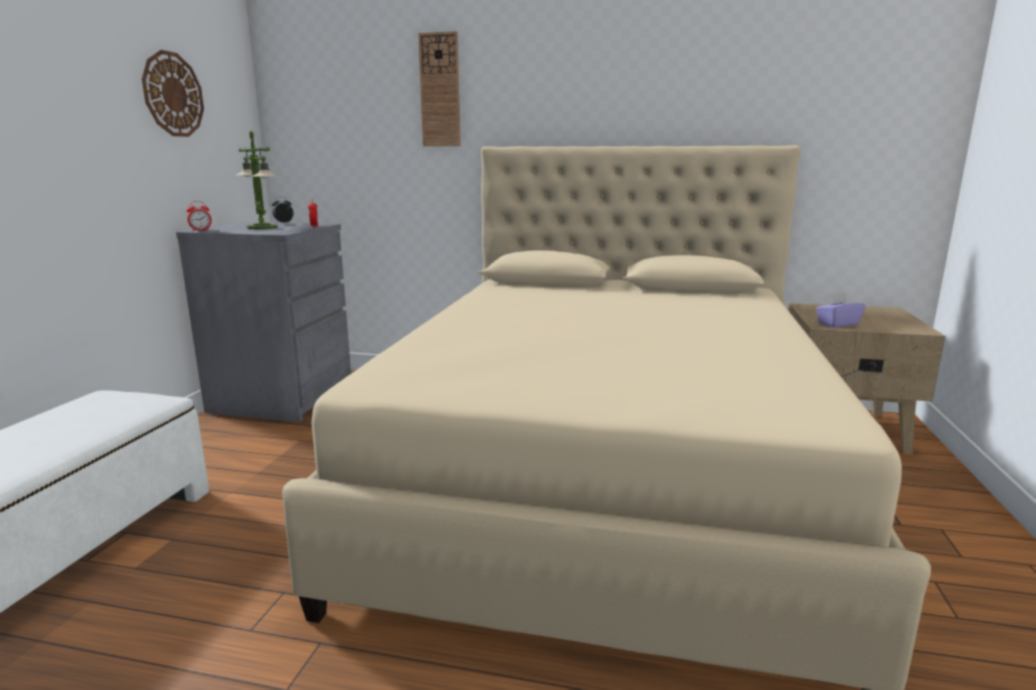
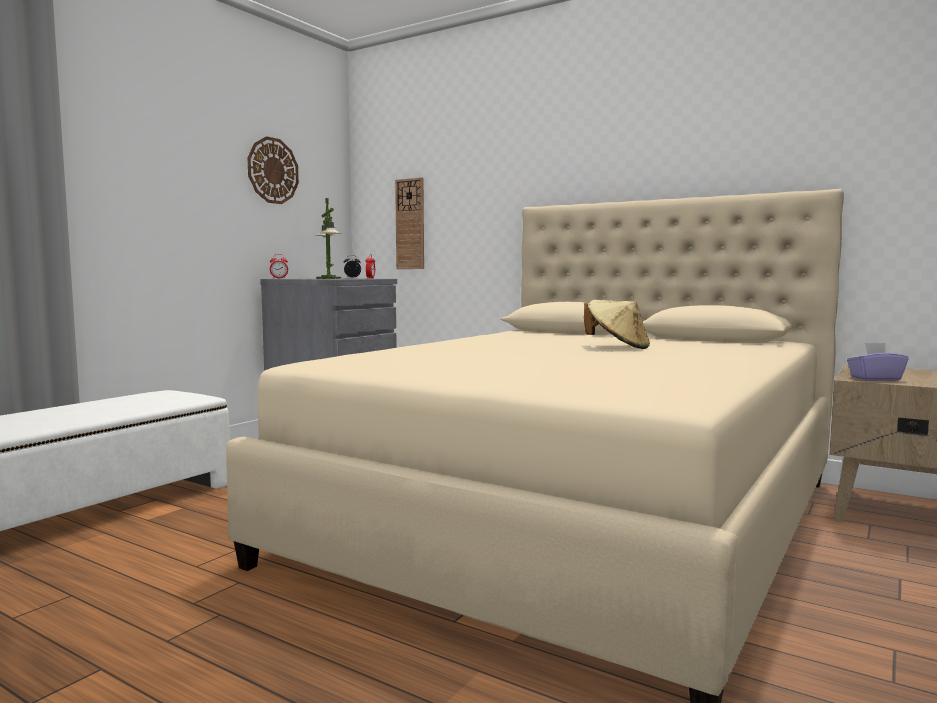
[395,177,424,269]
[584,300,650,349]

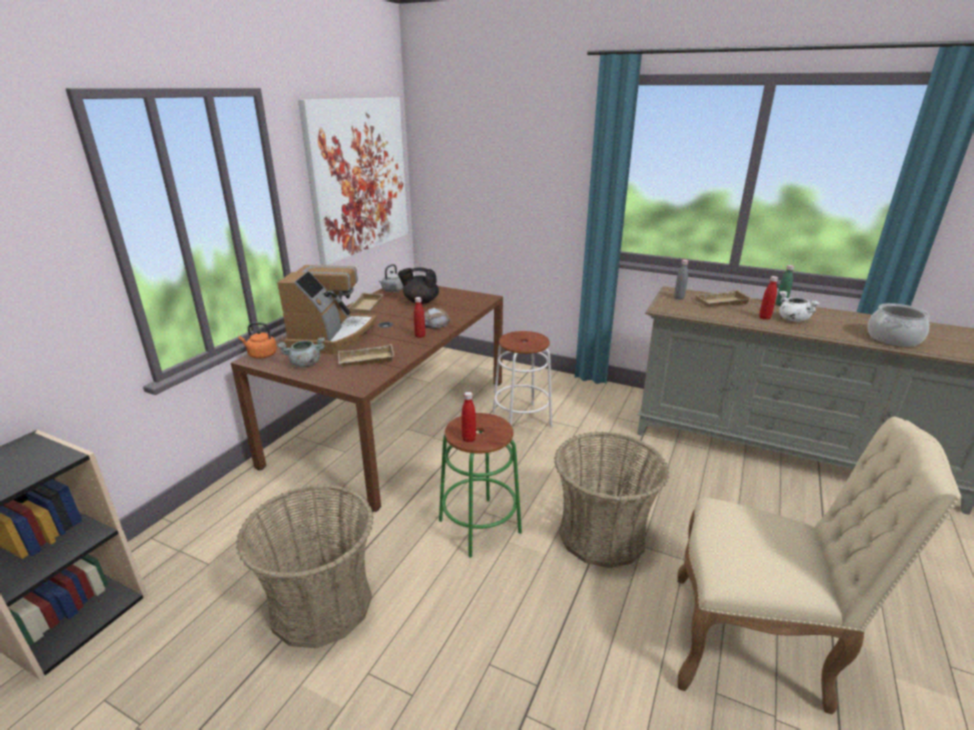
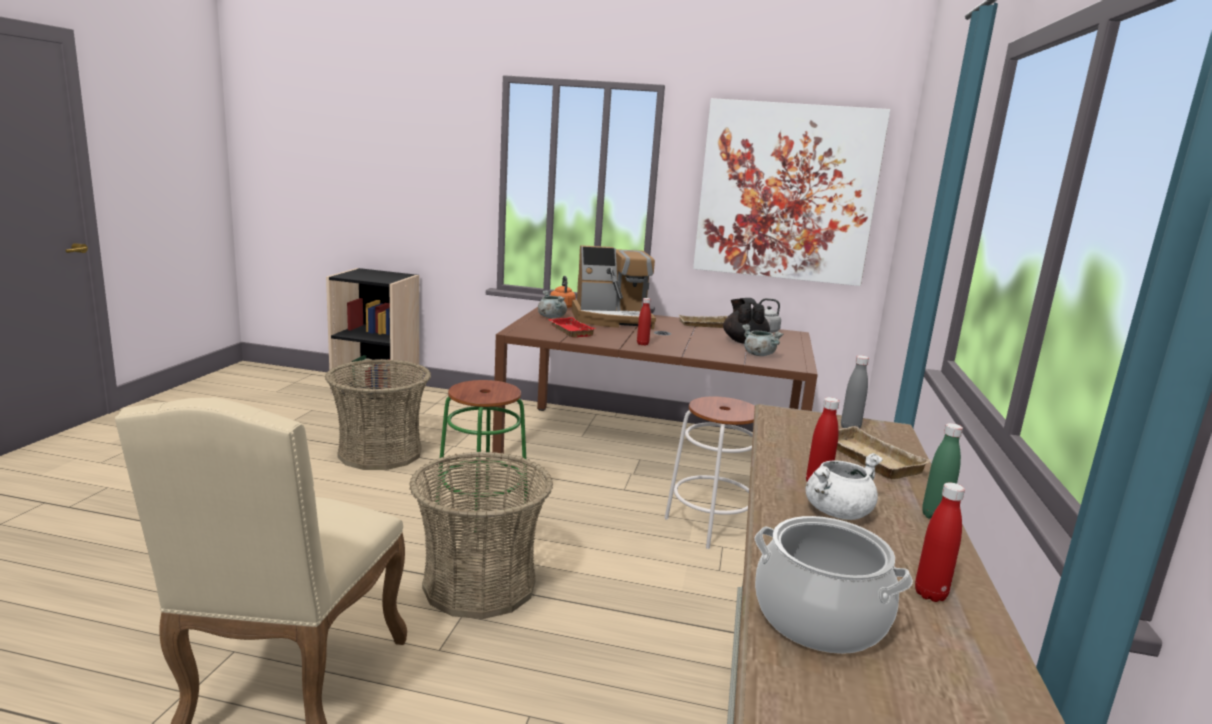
[548,317,597,337]
[742,324,783,356]
[915,483,965,602]
[424,308,450,329] (first image)

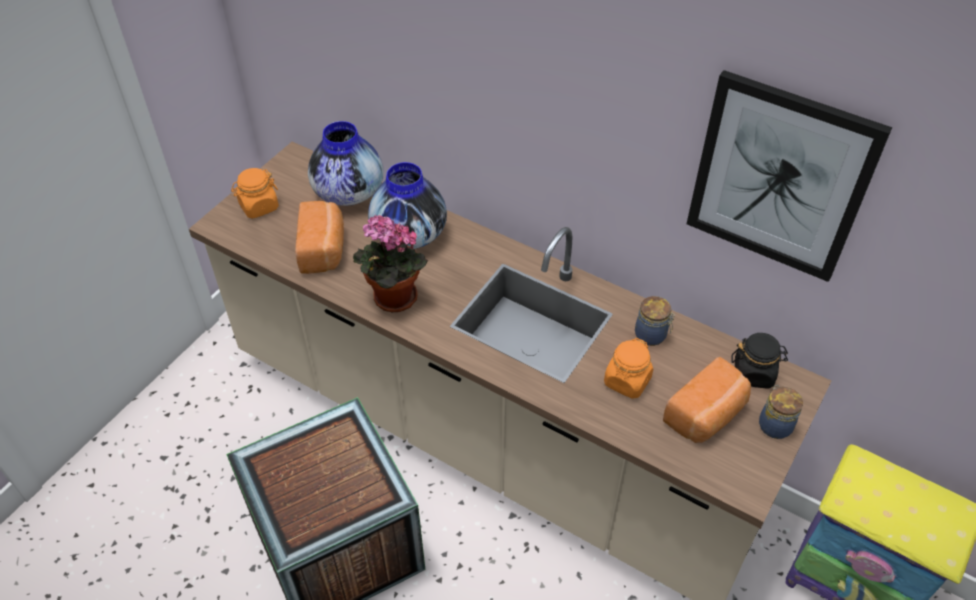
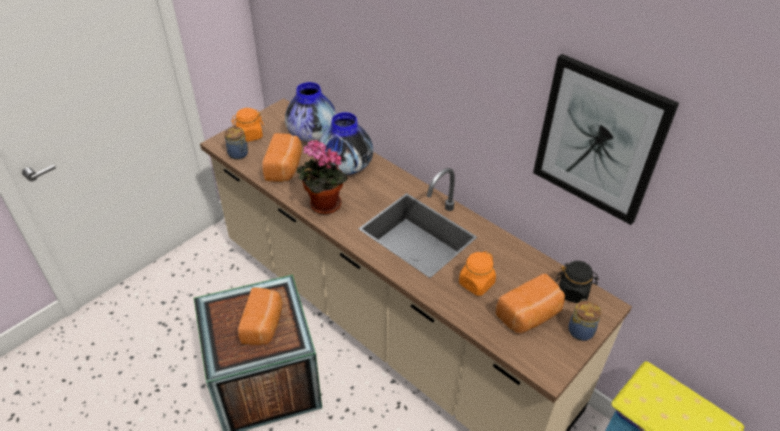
[224,127,248,160]
[238,288,283,345]

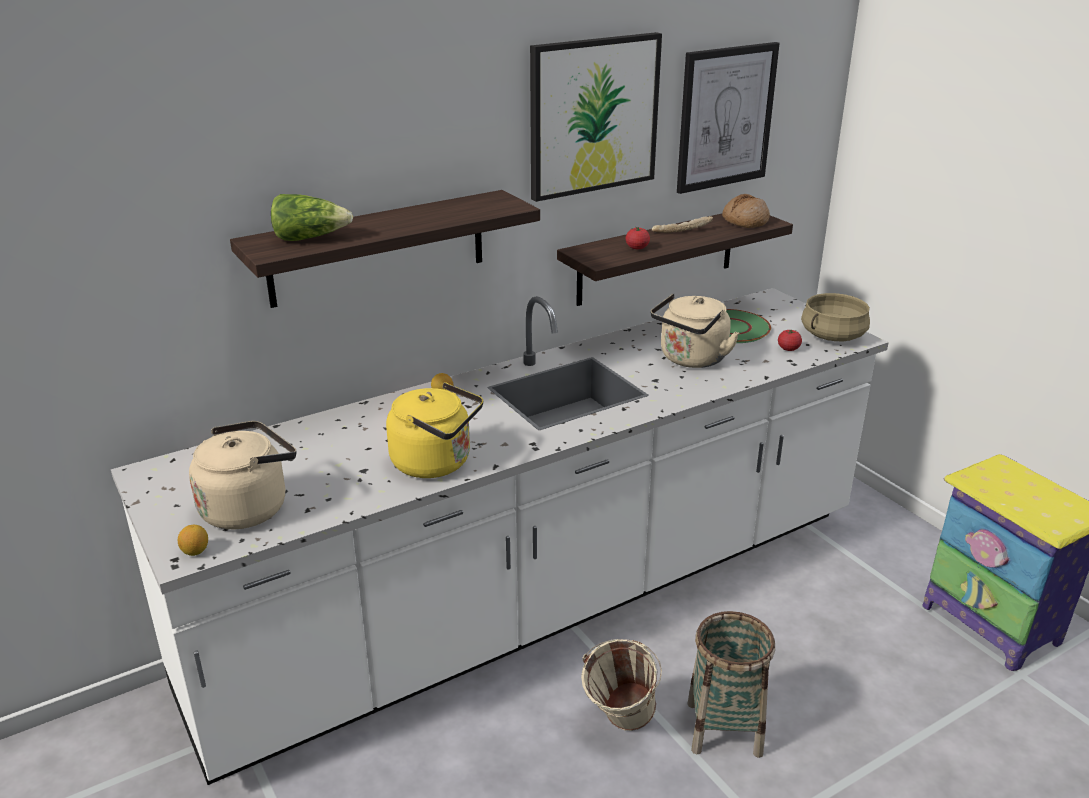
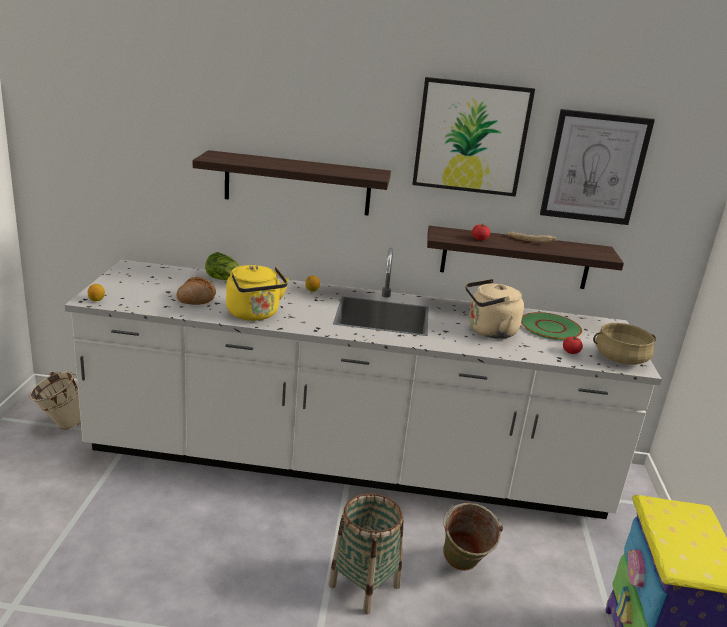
[30,371,81,430]
[176,277,216,305]
[205,252,241,280]
[443,503,503,571]
[189,421,296,529] (first image)

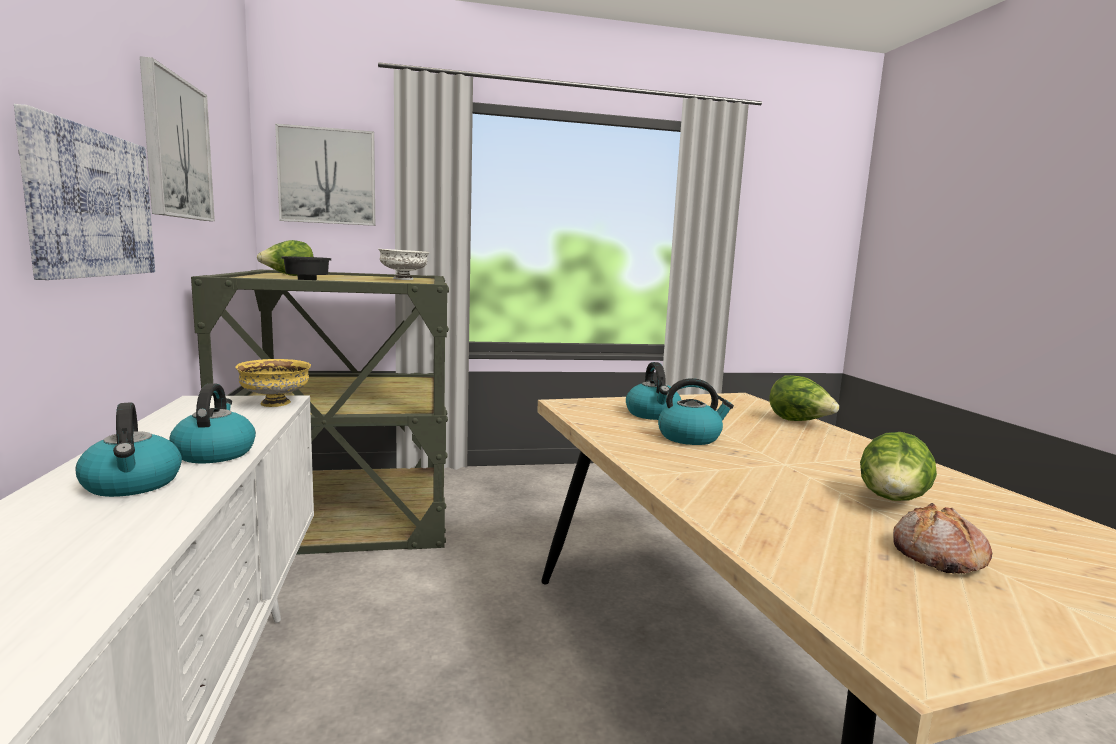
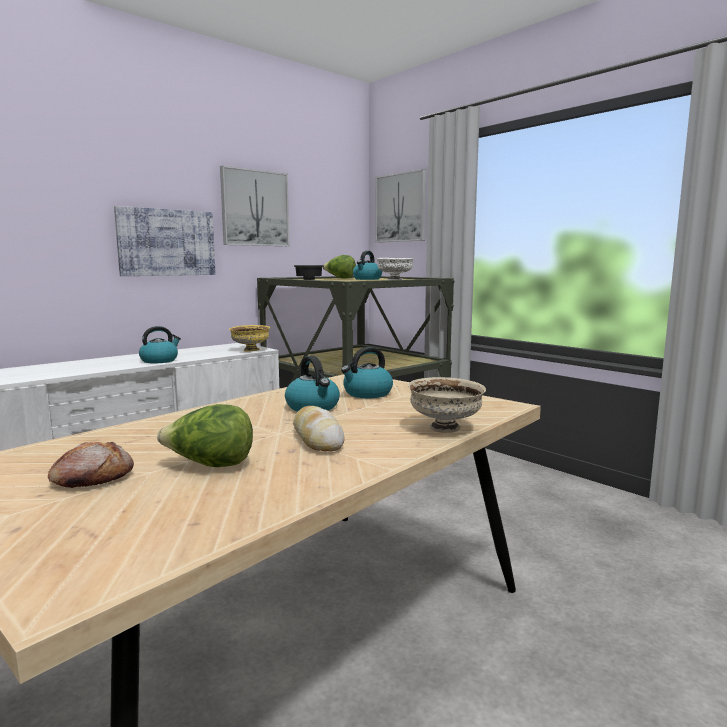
[293,406,345,451]
[353,251,382,280]
[408,377,486,433]

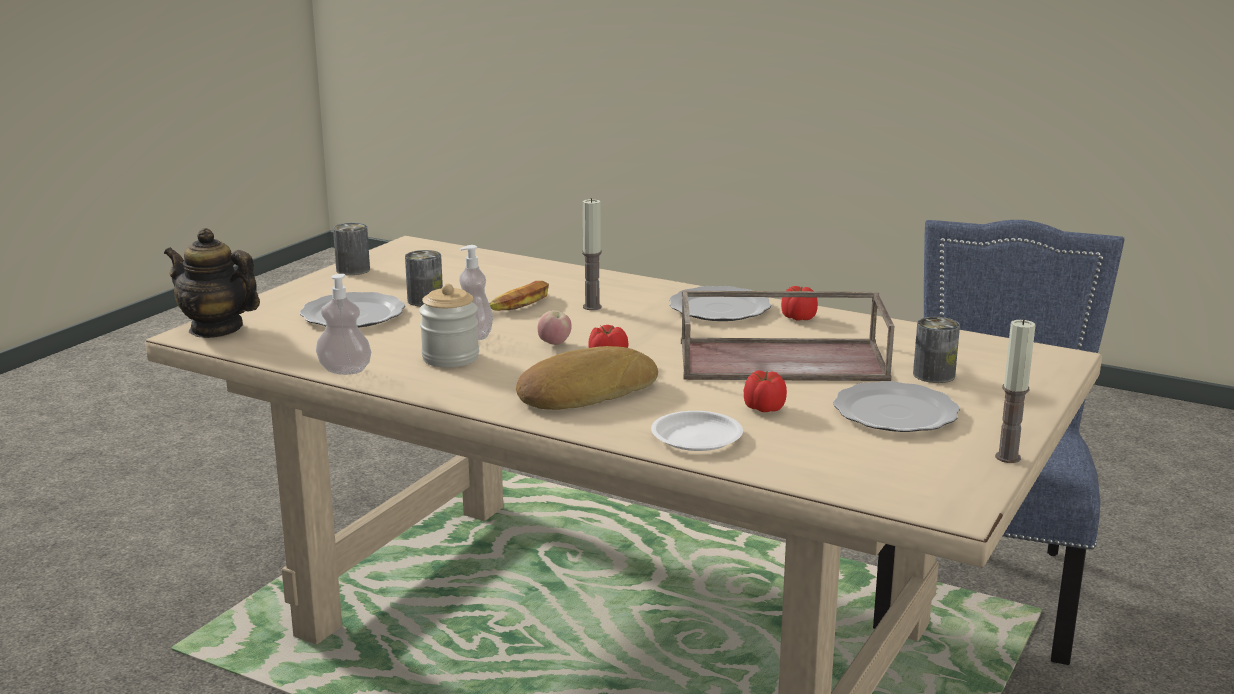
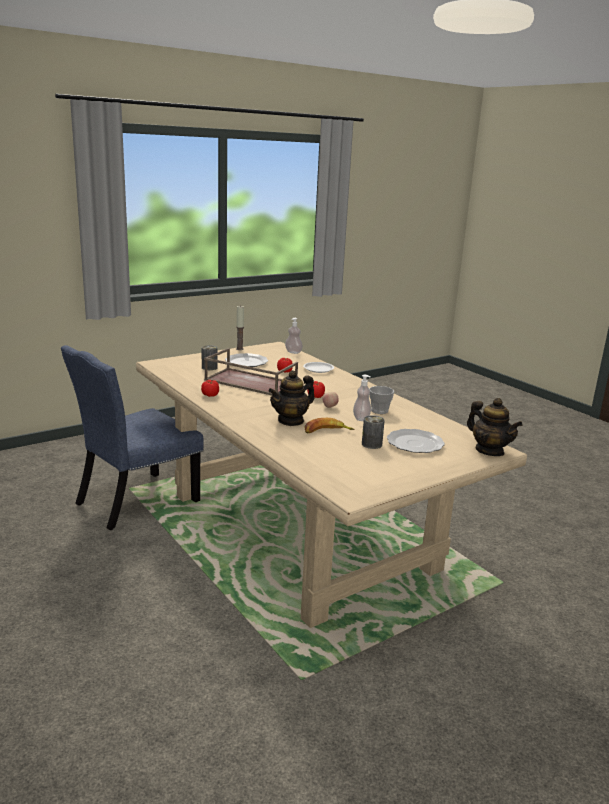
[268,370,315,426]
[285,318,303,354]
[369,386,394,414]
[333,223,370,275] (first image)
[516,346,658,410] (first image)
[669,286,771,321] (first image)

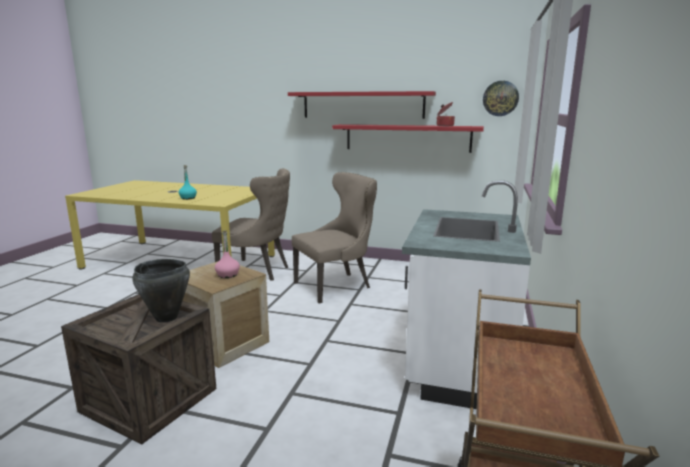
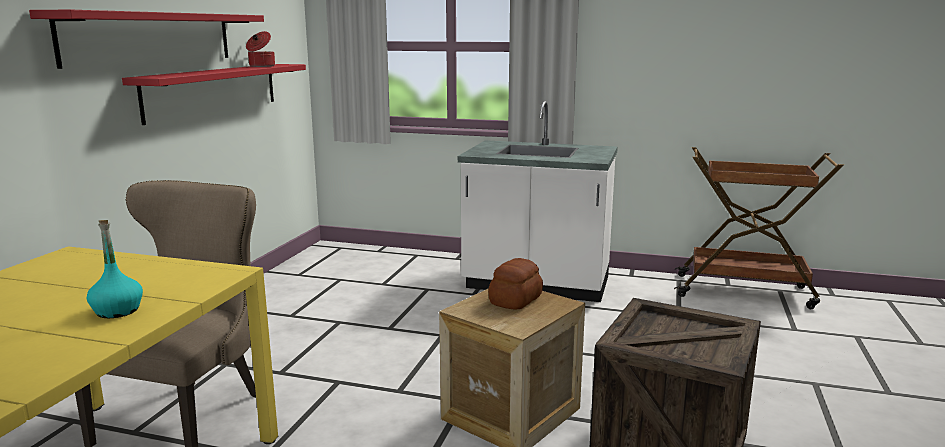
[488,258,543,310]
[132,259,190,323] (first image)
[292,172,377,303] (first image)
[483,81,519,116] (first image)

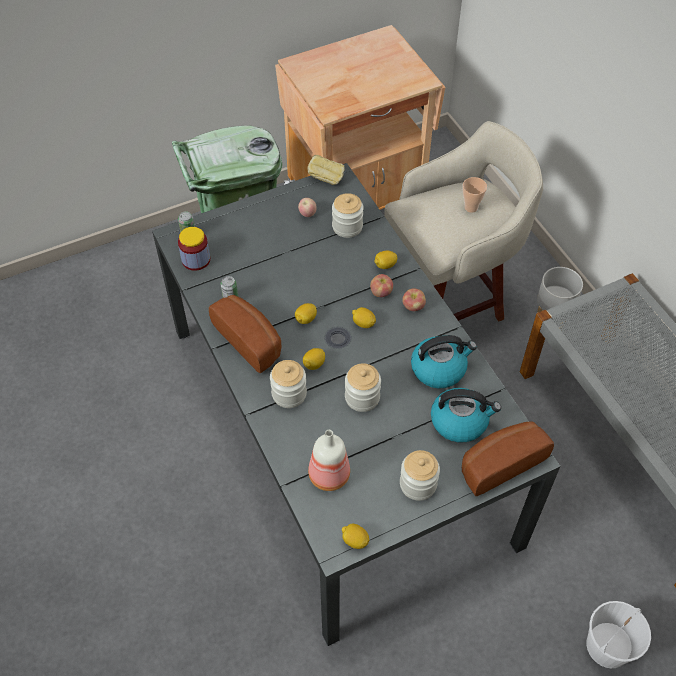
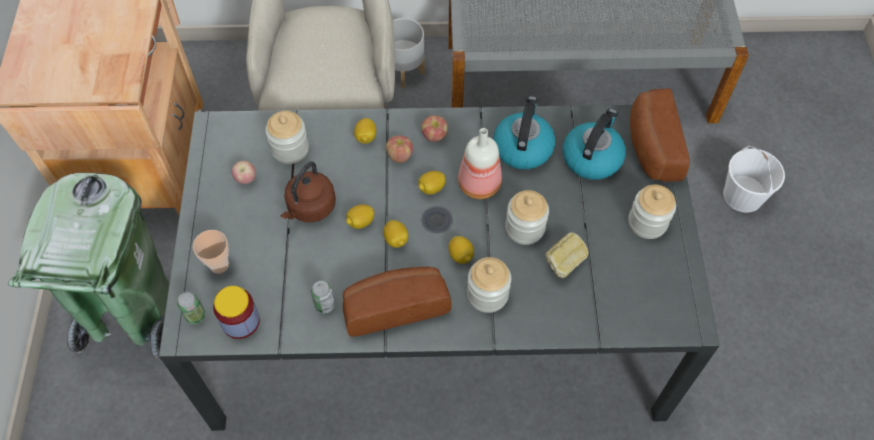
[193,230,229,274]
[281,161,336,222]
[346,204,374,229]
[458,128,502,199]
[545,232,589,278]

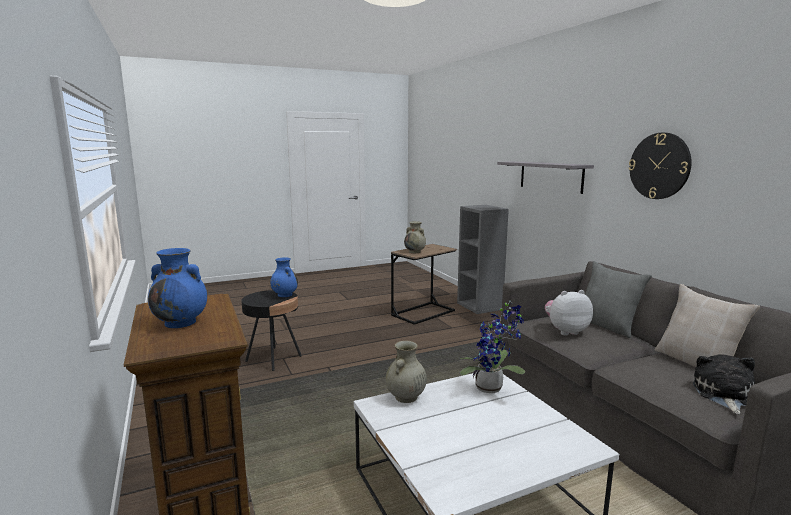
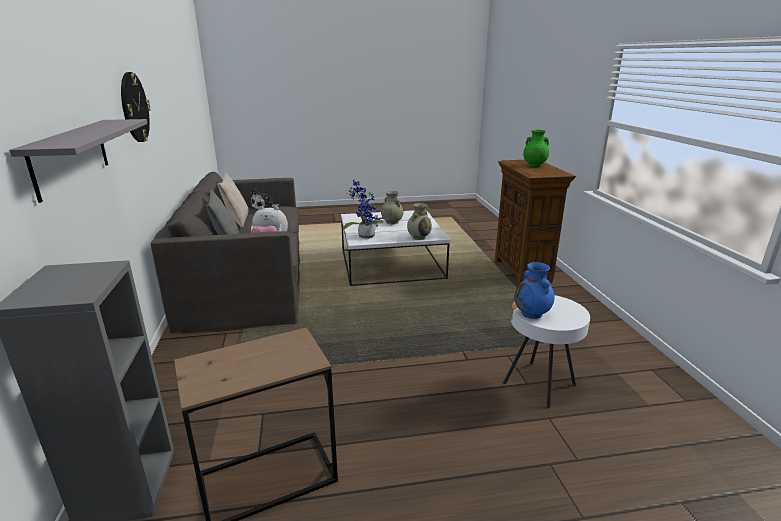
[381,191,403,224]
[503,295,590,408]
[523,130,549,167]

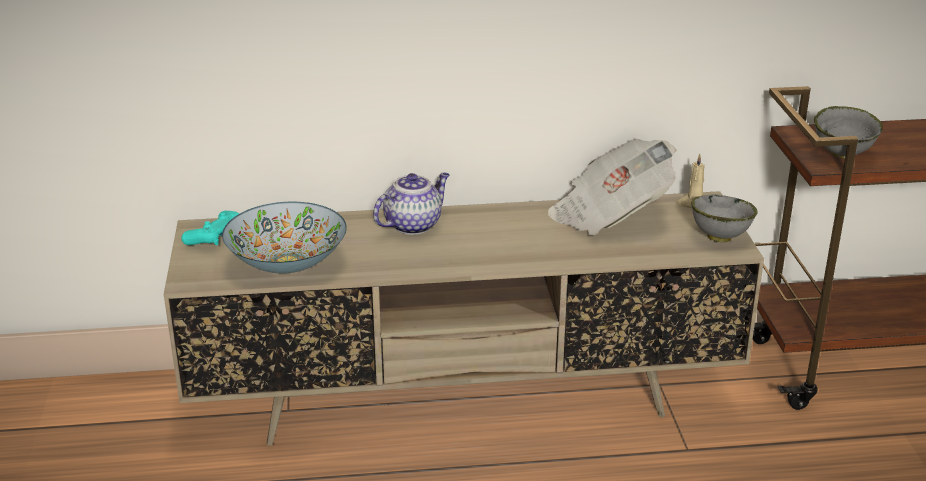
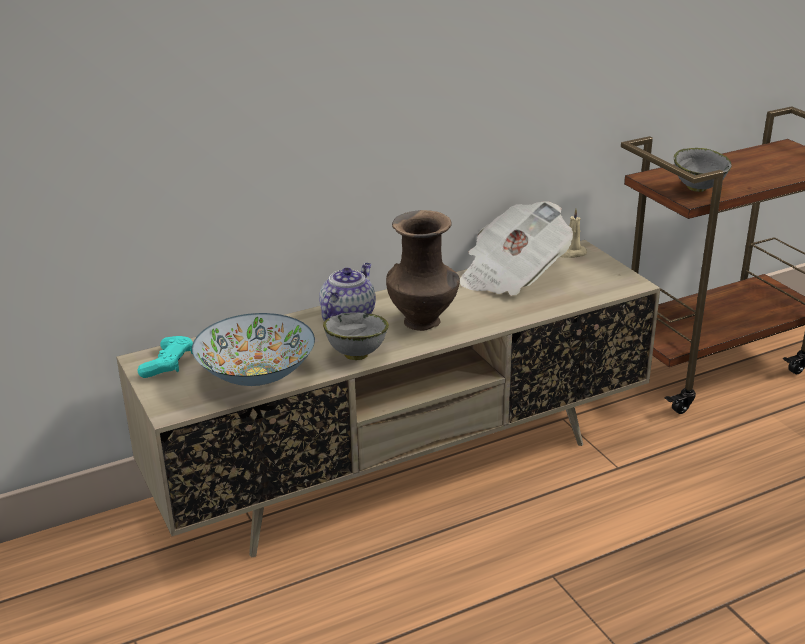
[323,313,389,360]
[386,210,460,331]

